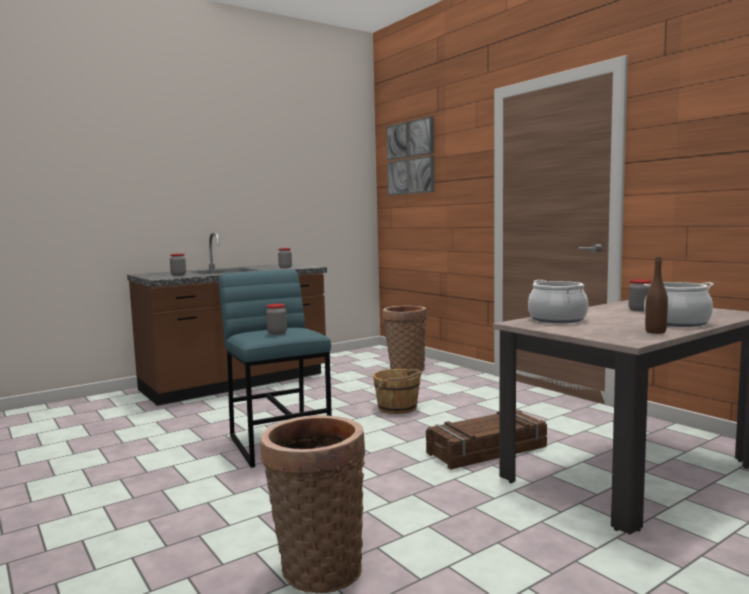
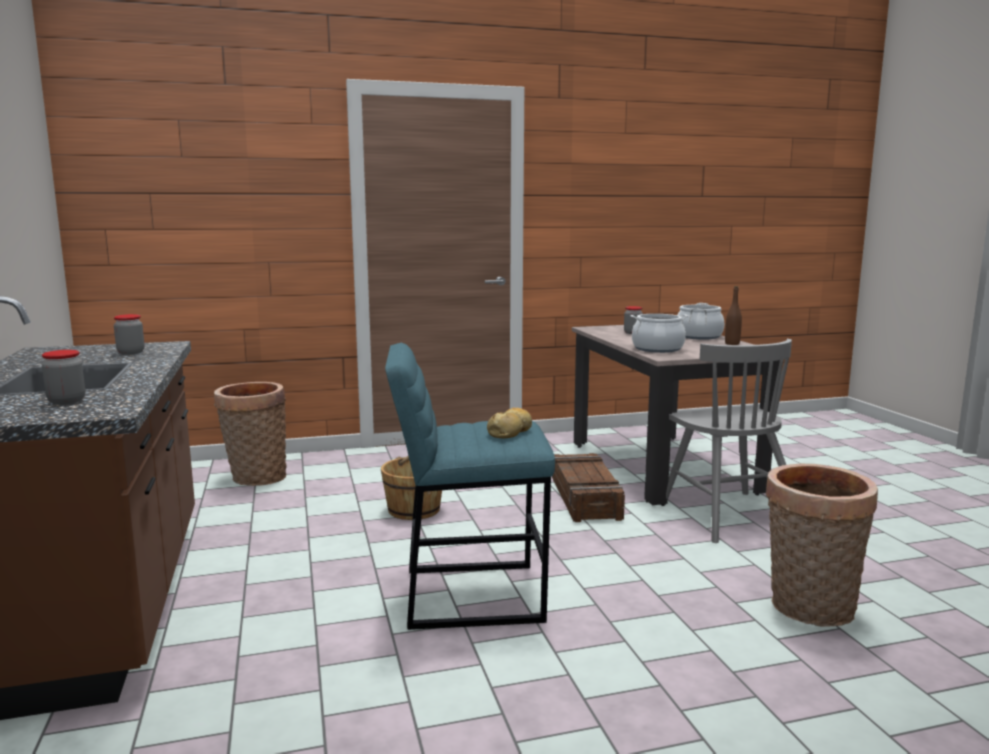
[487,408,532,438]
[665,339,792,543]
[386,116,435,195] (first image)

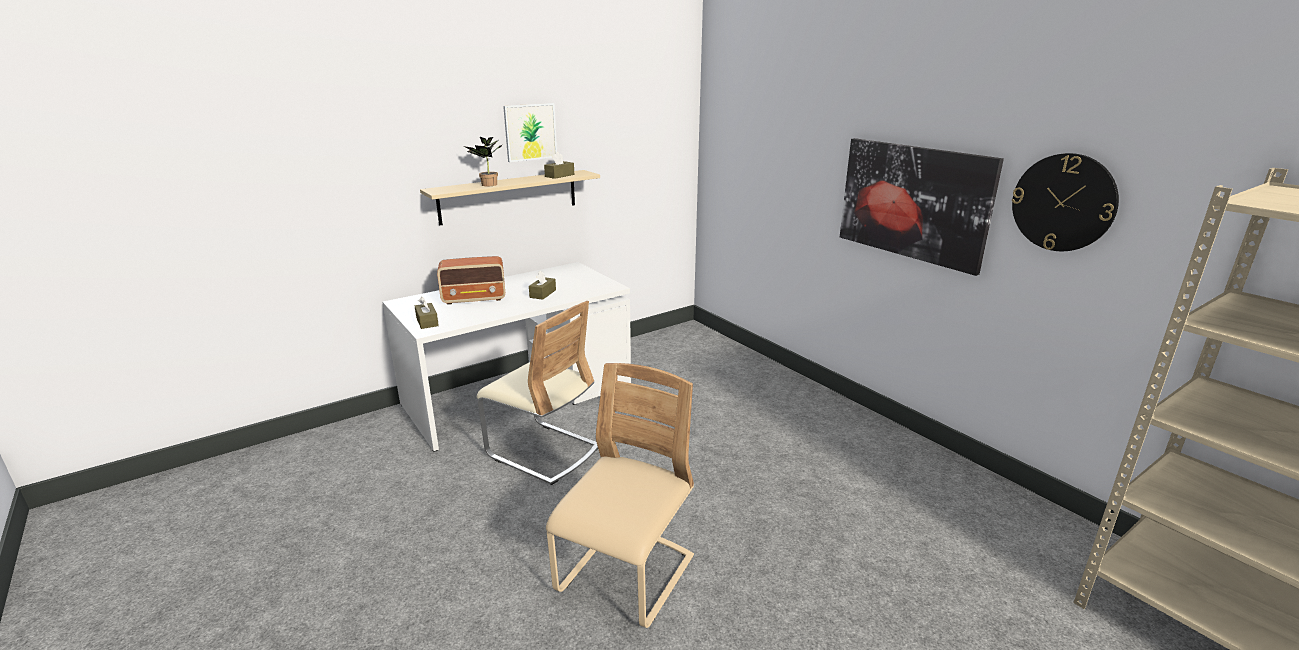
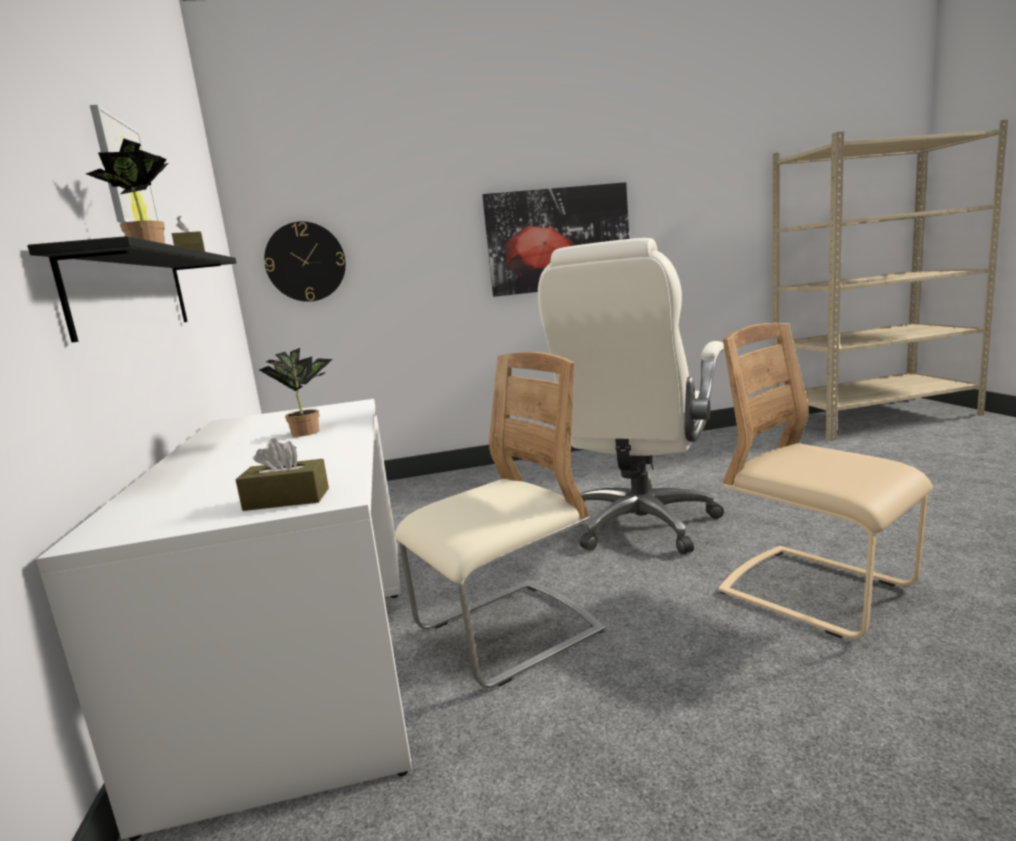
[27,236,236,342]
[259,348,333,437]
[264,221,346,302]
[538,238,724,554]
[437,256,505,305] (first image)

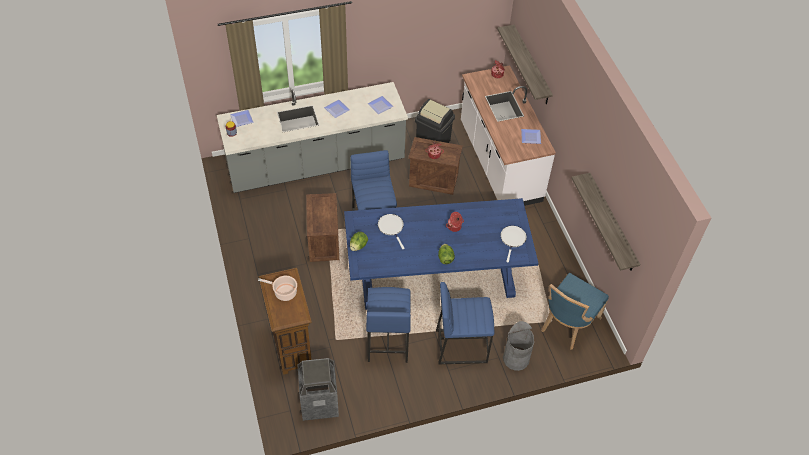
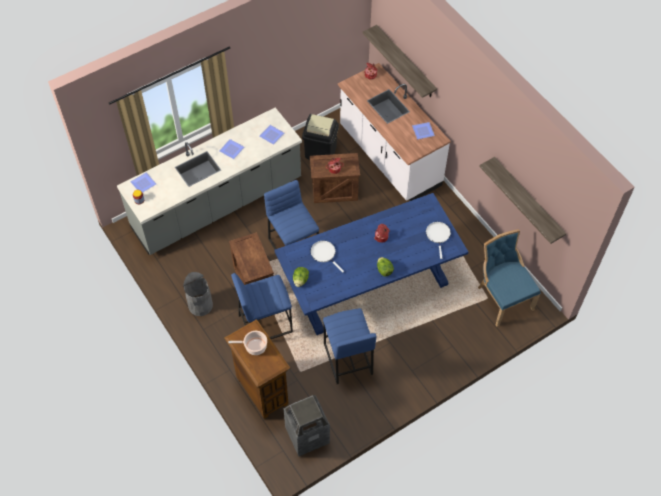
[183,272,213,316]
[231,273,293,339]
[478,229,541,327]

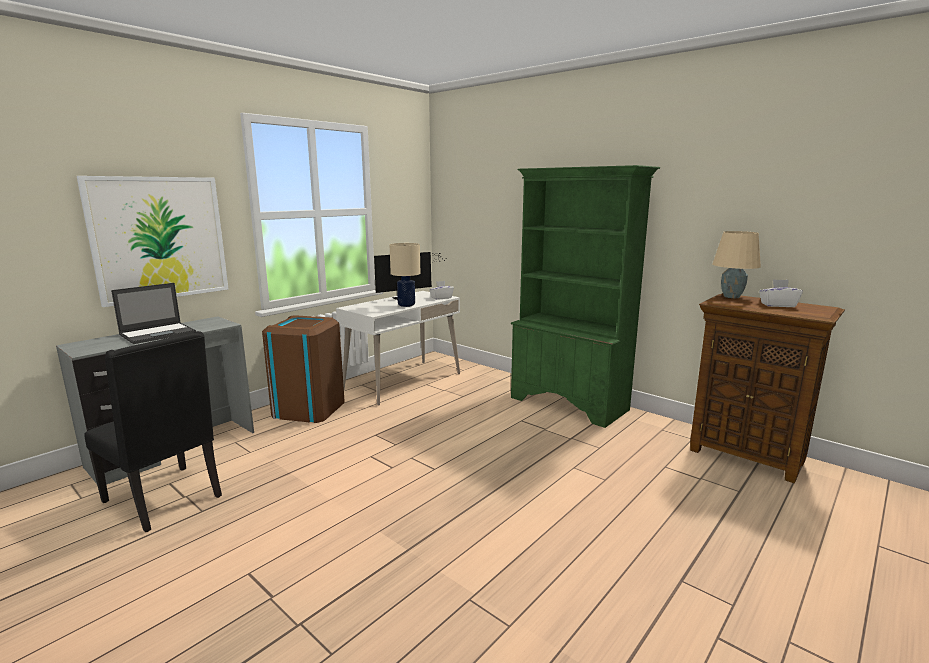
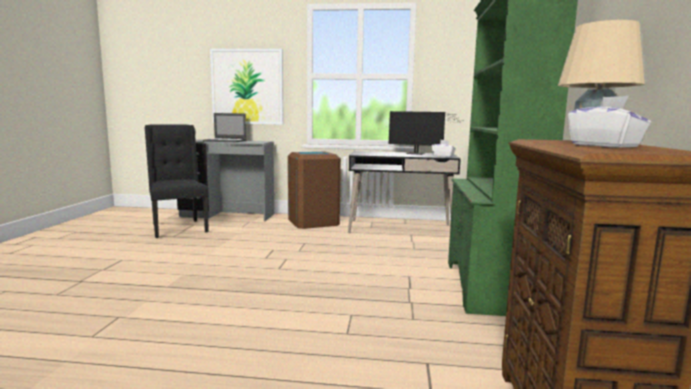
[145,124,209,238]
[348,151,461,233]
[390,243,421,307] (first image)

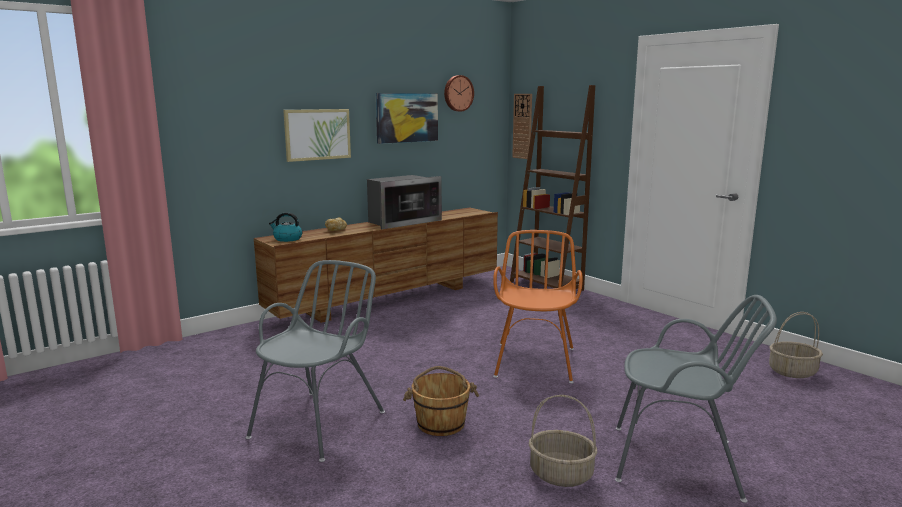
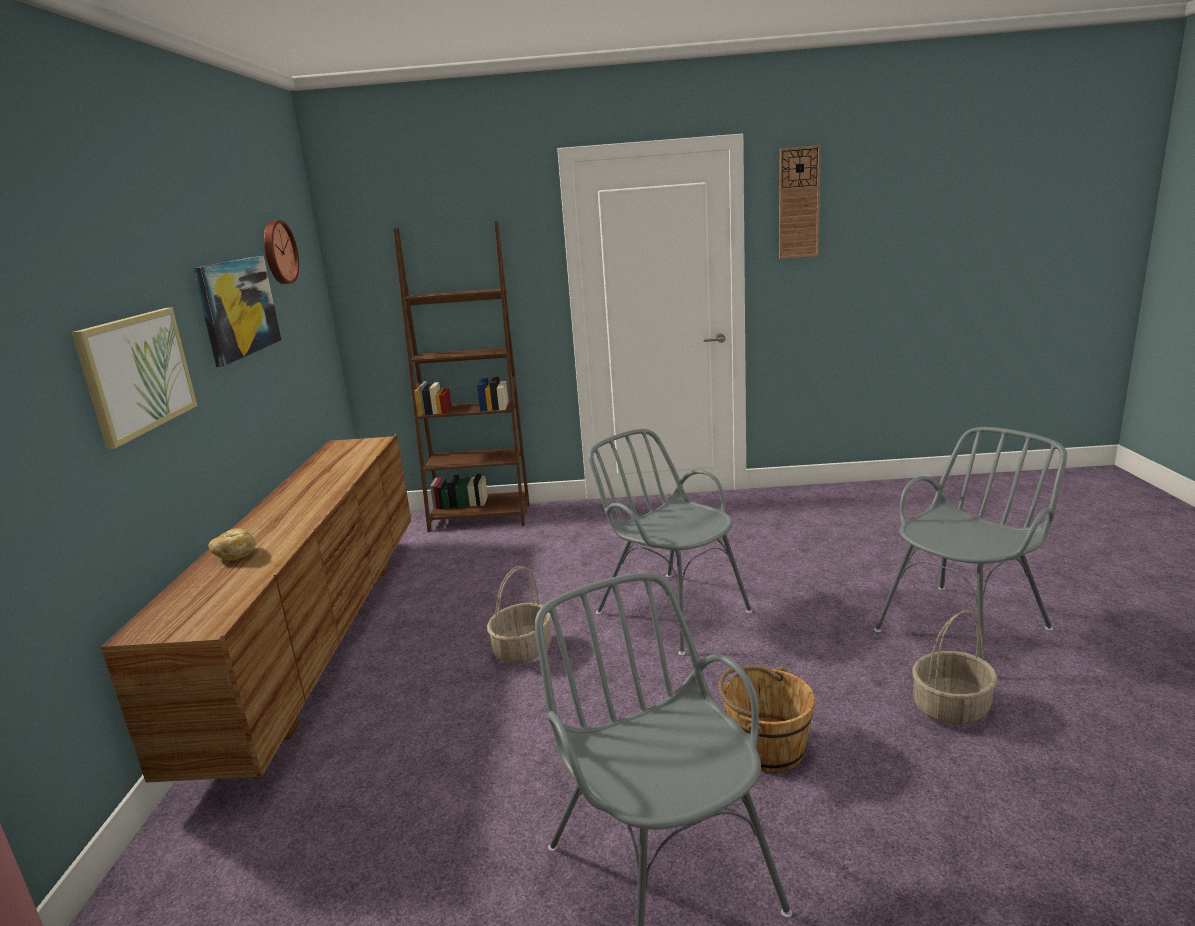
[487,566,552,664]
[588,429,753,655]
[779,145,821,259]
[269,212,302,242] (first image)
[367,175,442,229] (first image)

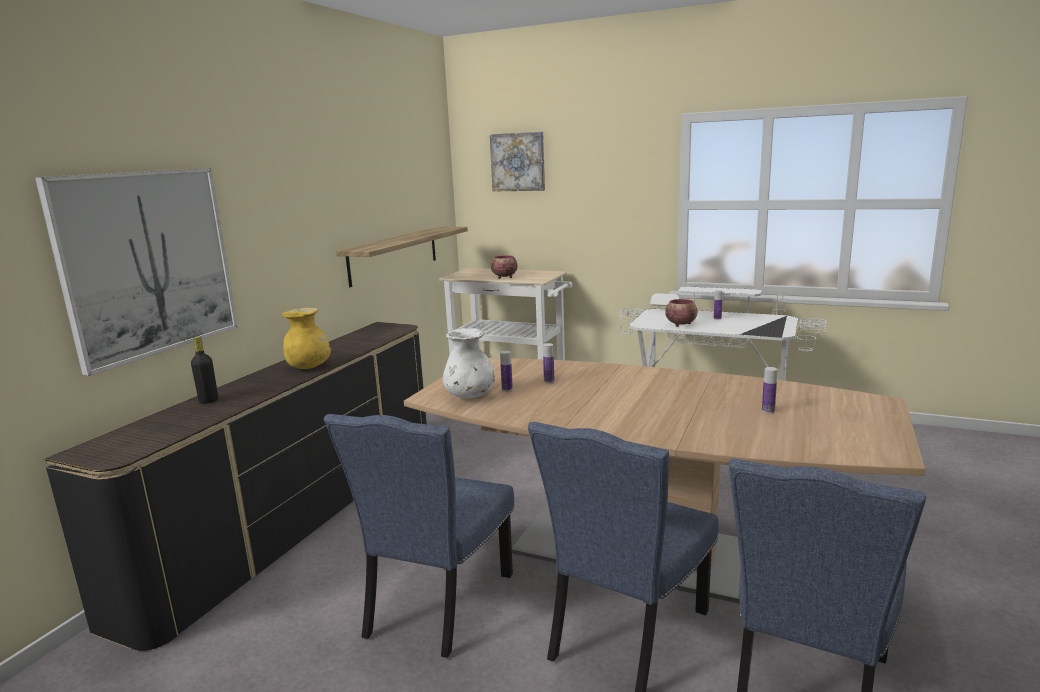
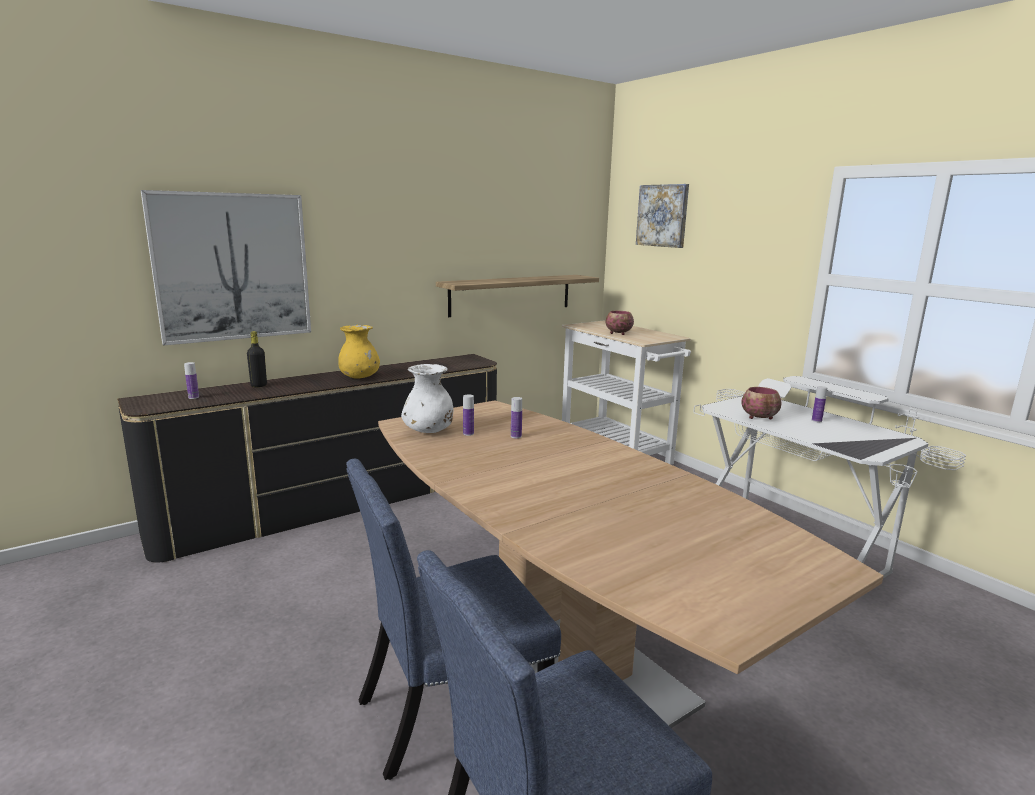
[184,362,199,399]
[324,414,515,658] (first image)

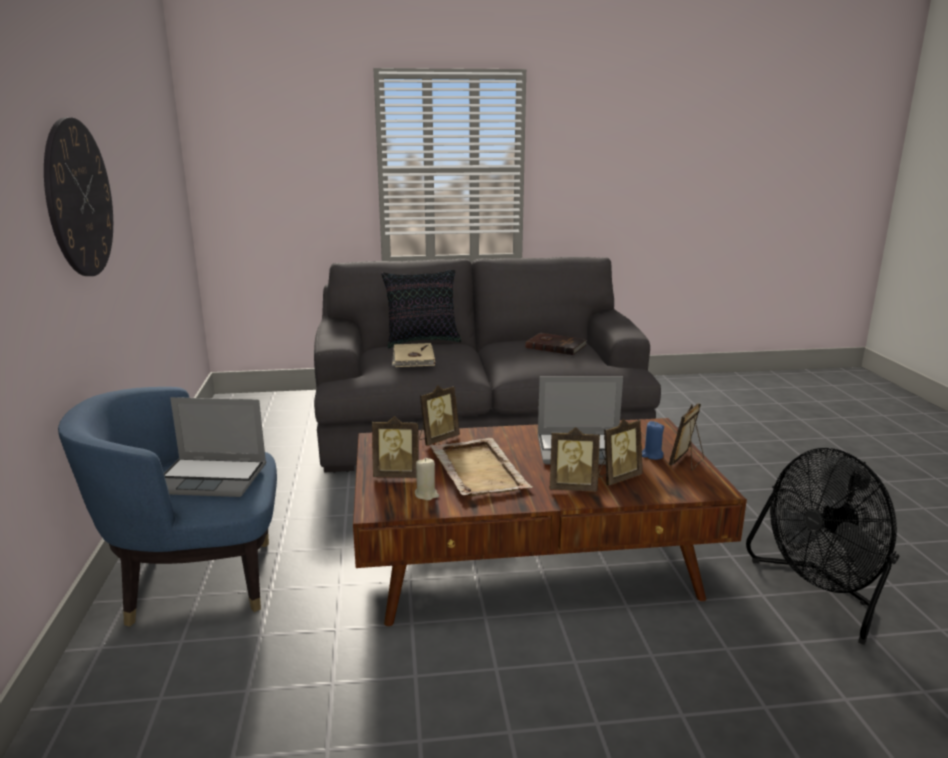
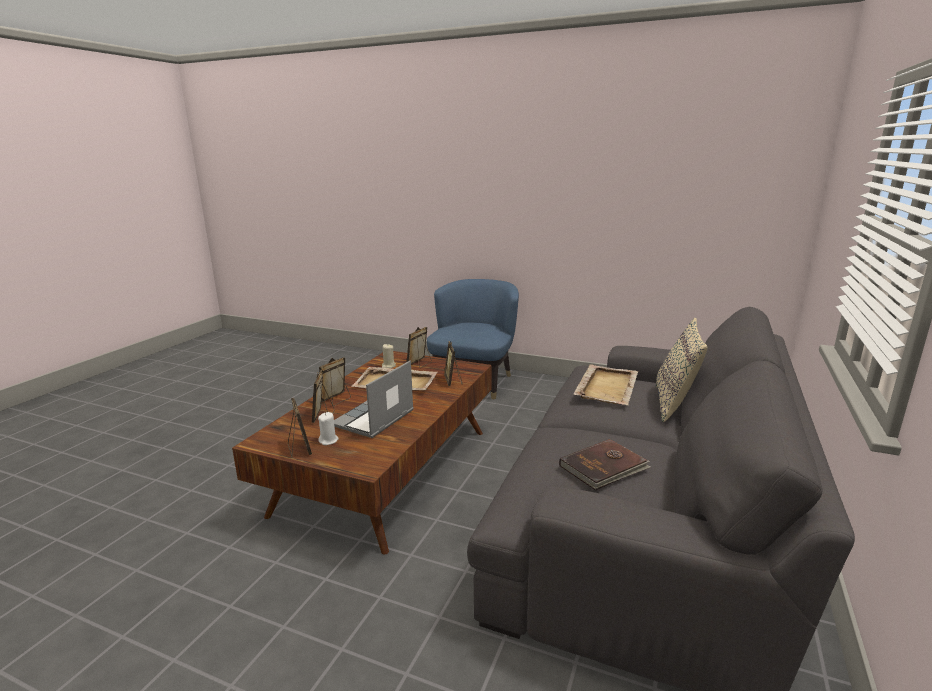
[318,412,339,445]
[574,364,638,405]
[656,318,708,422]
[44,117,113,276] (first image)
[164,397,266,497] (first image)
[746,448,899,645] (first image)

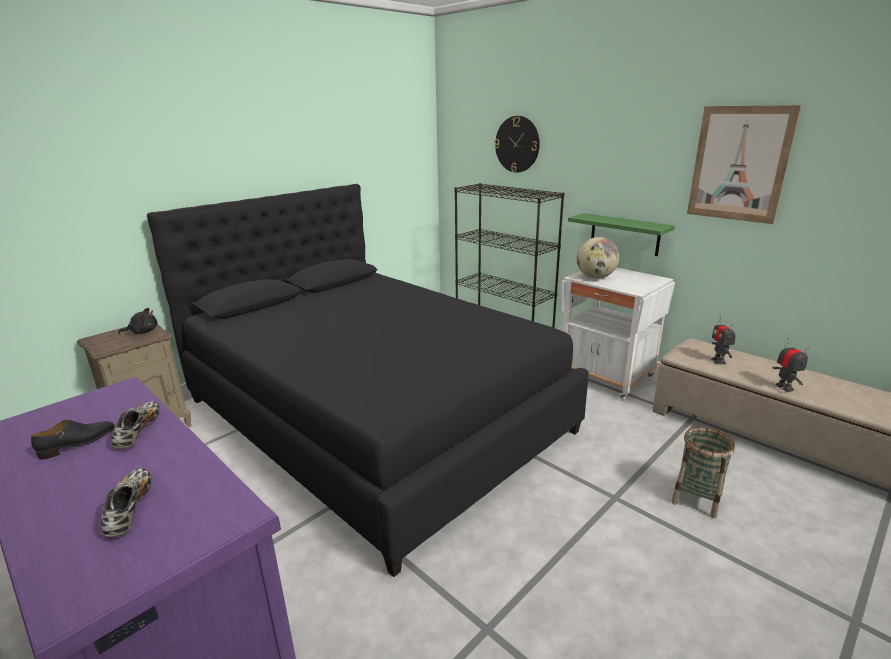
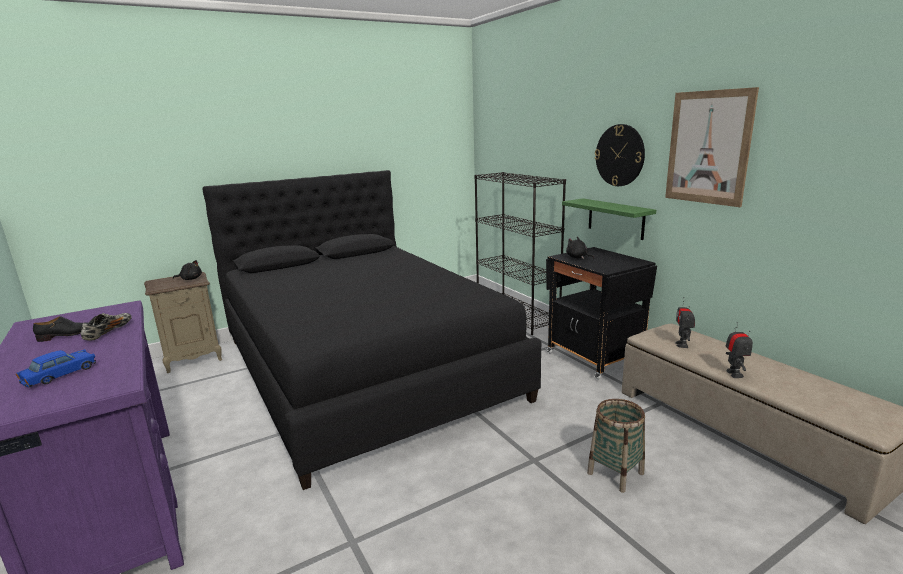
[16,349,96,387]
[546,247,657,380]
[566,237,594,259]
[595,124,645,186]

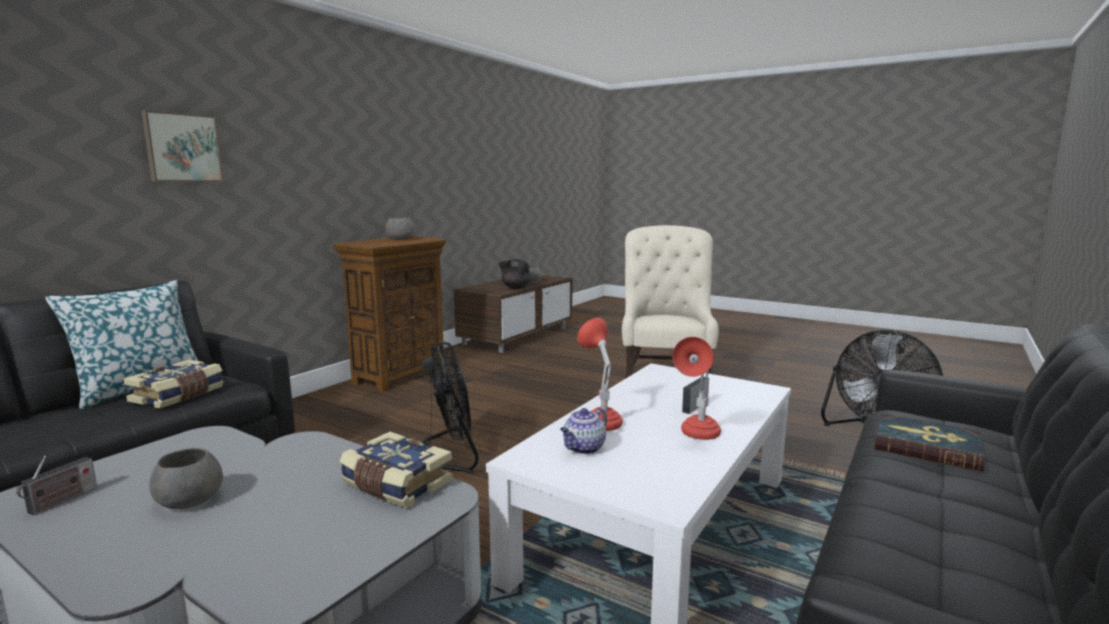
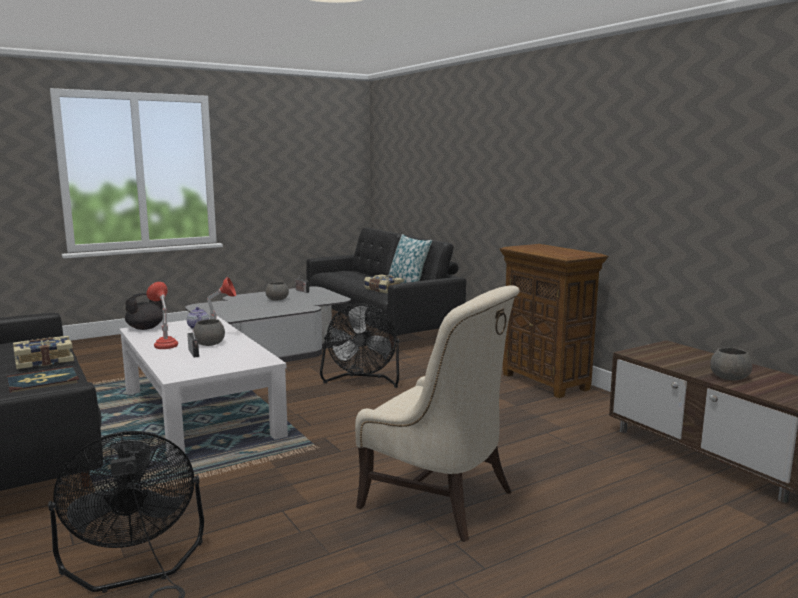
[13,336,74,369]
[125,293,163,330]
[193,319,225,346]
[141,110,224,181] (first image)

